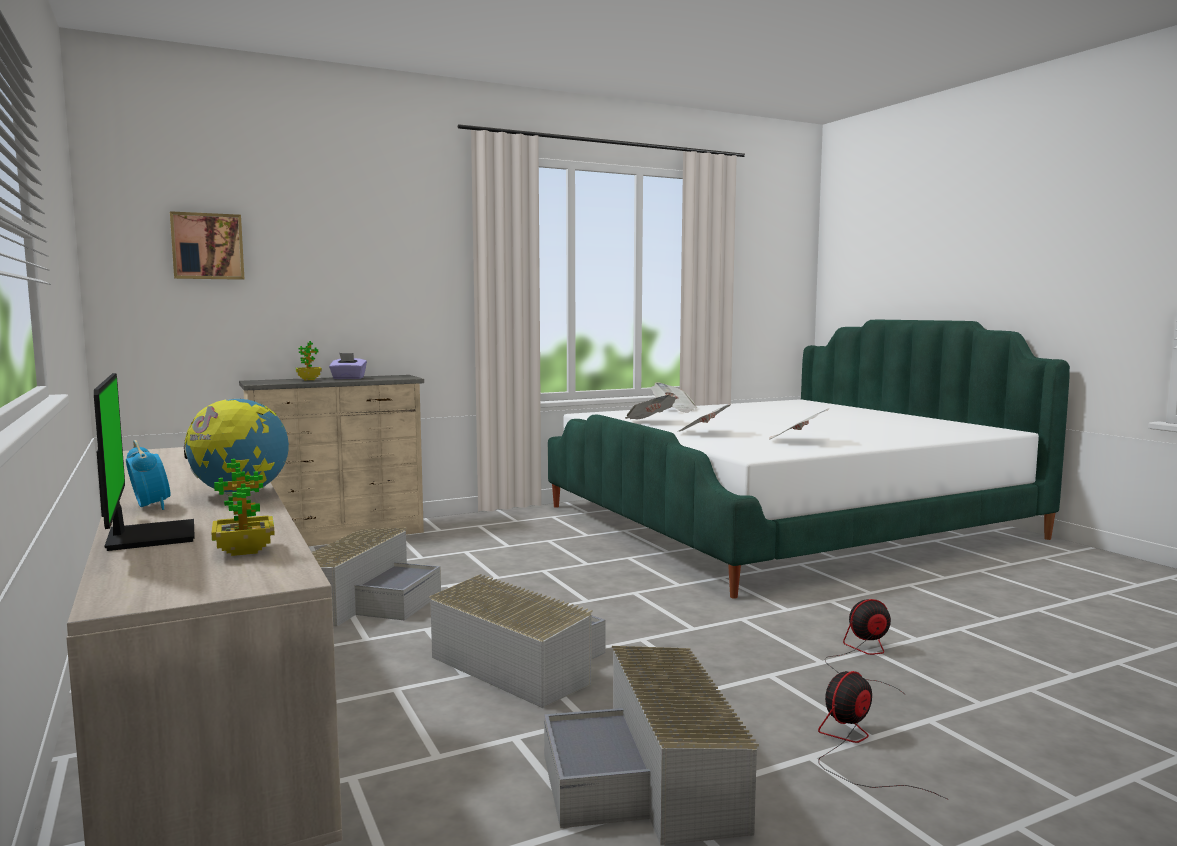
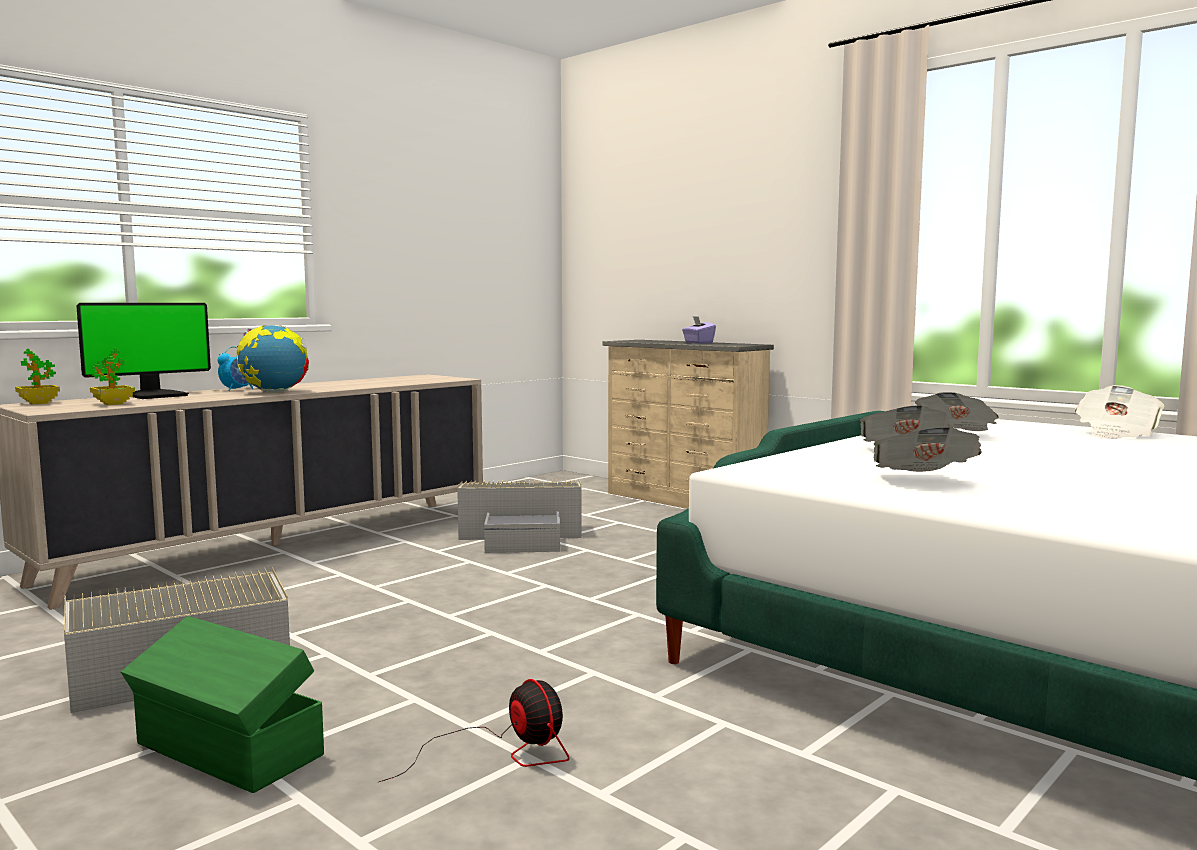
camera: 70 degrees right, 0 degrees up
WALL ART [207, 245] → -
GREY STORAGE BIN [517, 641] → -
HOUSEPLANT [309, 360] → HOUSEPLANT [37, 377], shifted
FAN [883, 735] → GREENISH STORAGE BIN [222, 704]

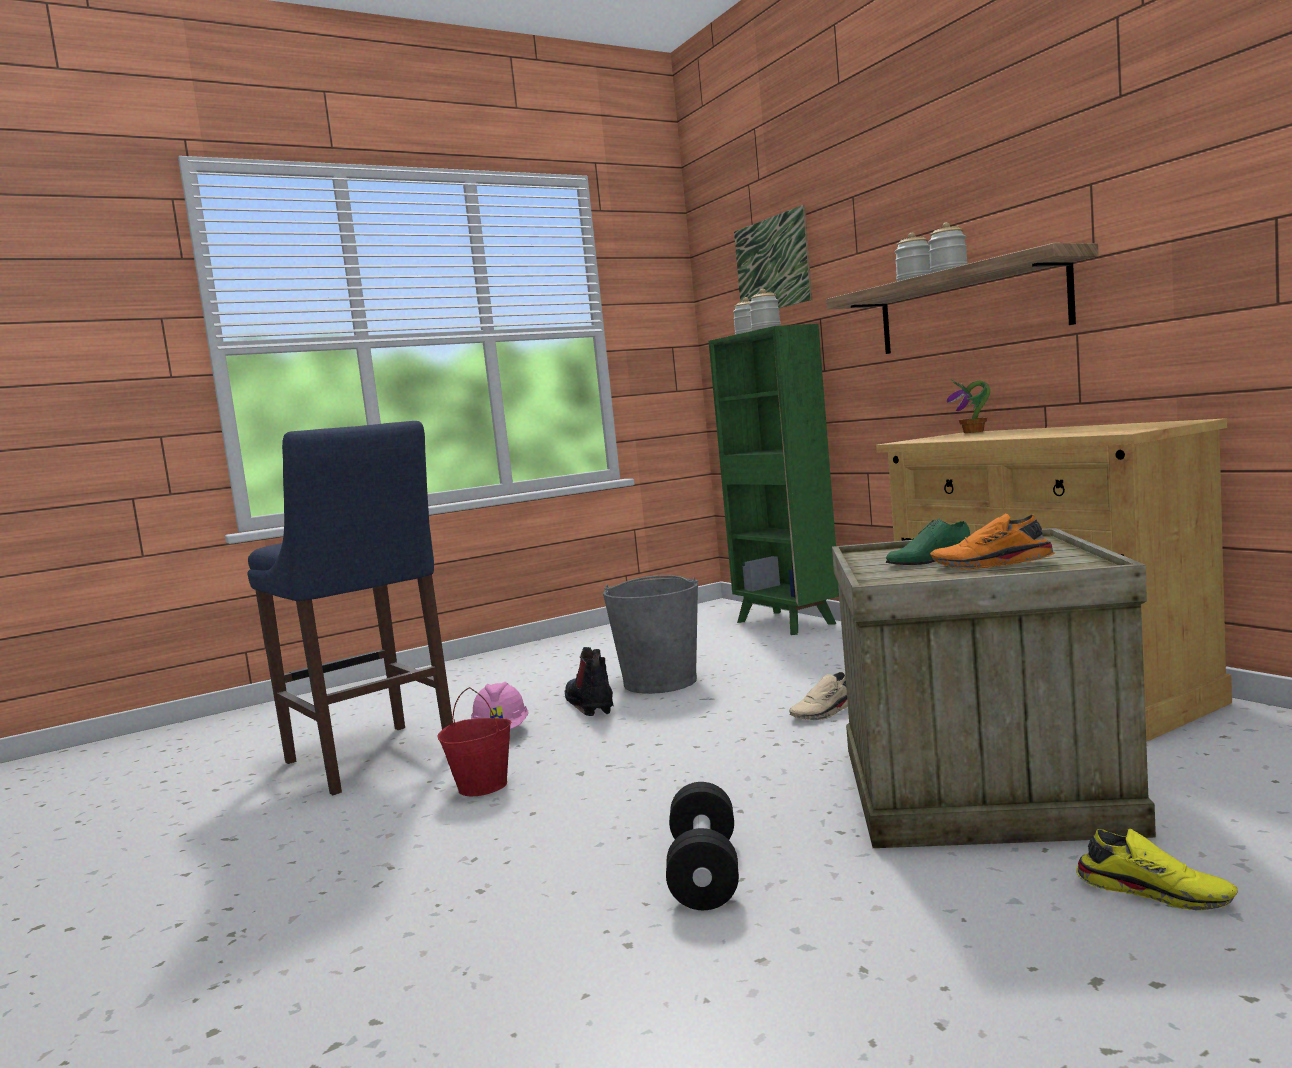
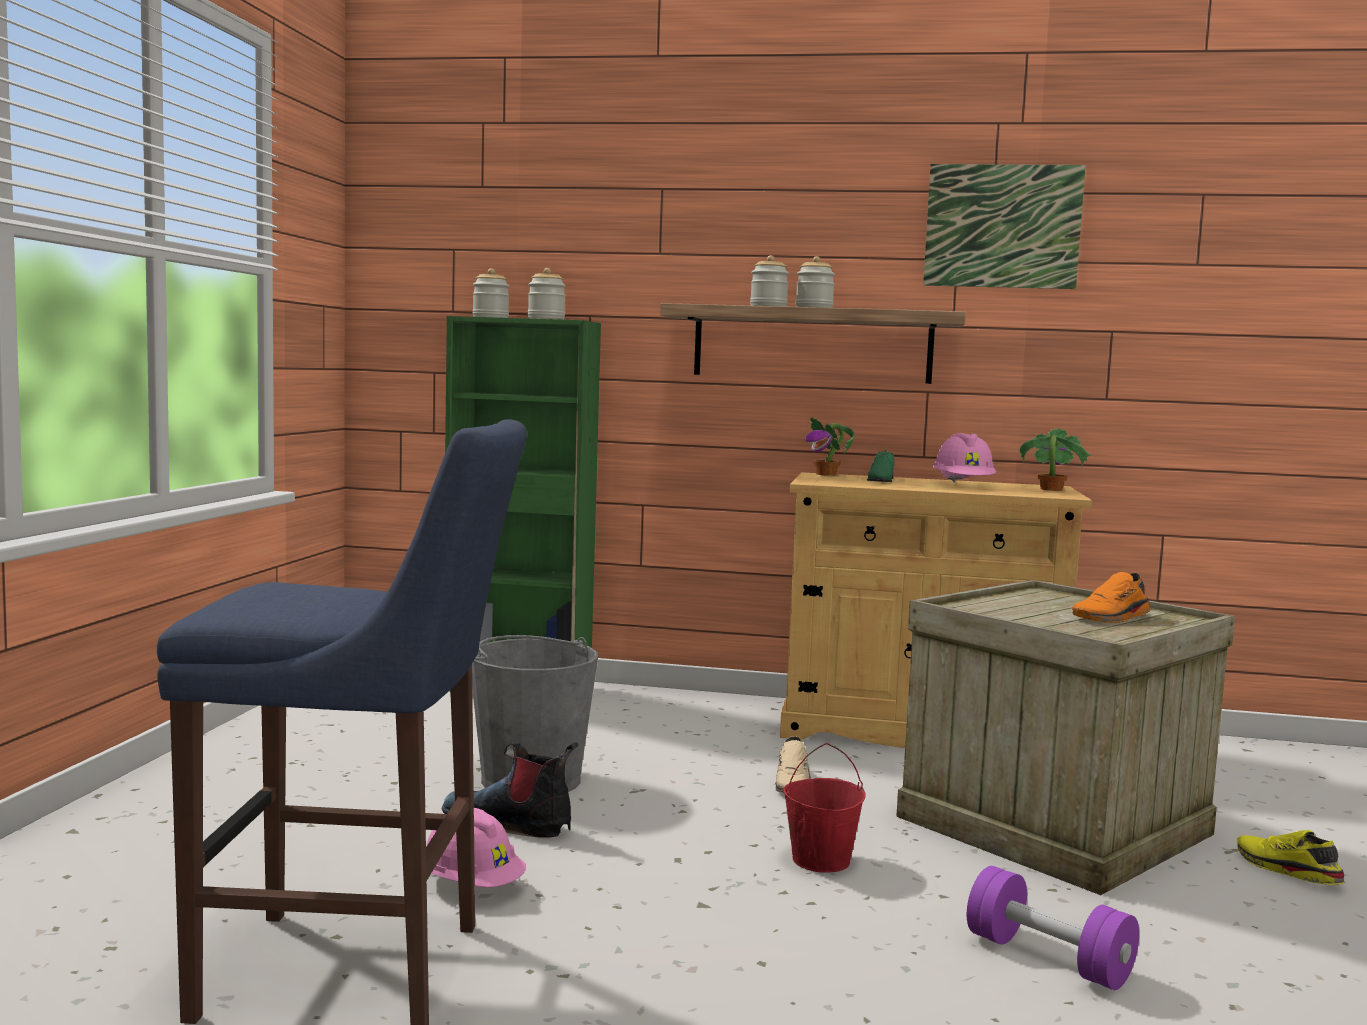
camera: 50 degrees left, 0 degrees up
- → PINKISH HARD HAT [964, 458]
- → HOUSEPLANT [1055, 459]
REDDISH BUCKET [475, 741] → REDDISH BUCKET [824, 808], shifted
WALL ART [773, 256] → WALL ART [1004, 226], shifted
GREENISH ITEM OF FOOTWEAR [928, 542] → GREENISH ITEM OF FOOTWEAR [881, 466], shifted
BLACK DUMBBELL [702, 846] → PURPLE DUMBBELL [1053, 928]
YELLOW ITEM OF FOOTWEAR [1157, 870] → YELLOW ITEM OF FOOTWEAR [1291, 857], 105 degrees counterclockwise

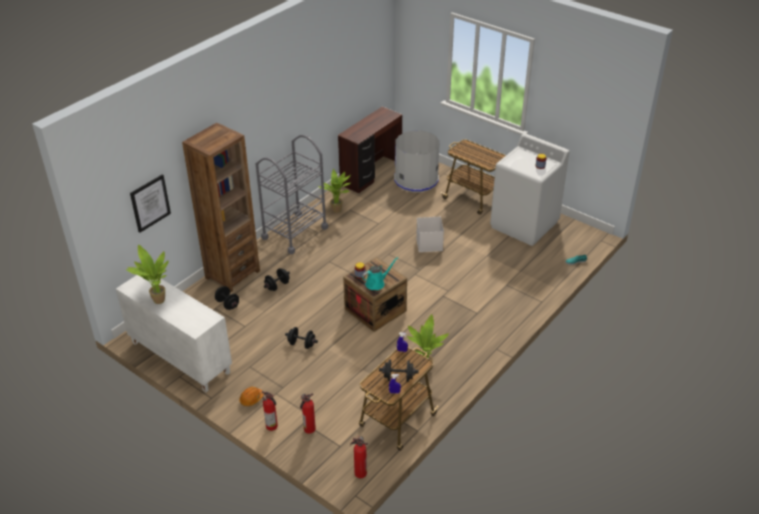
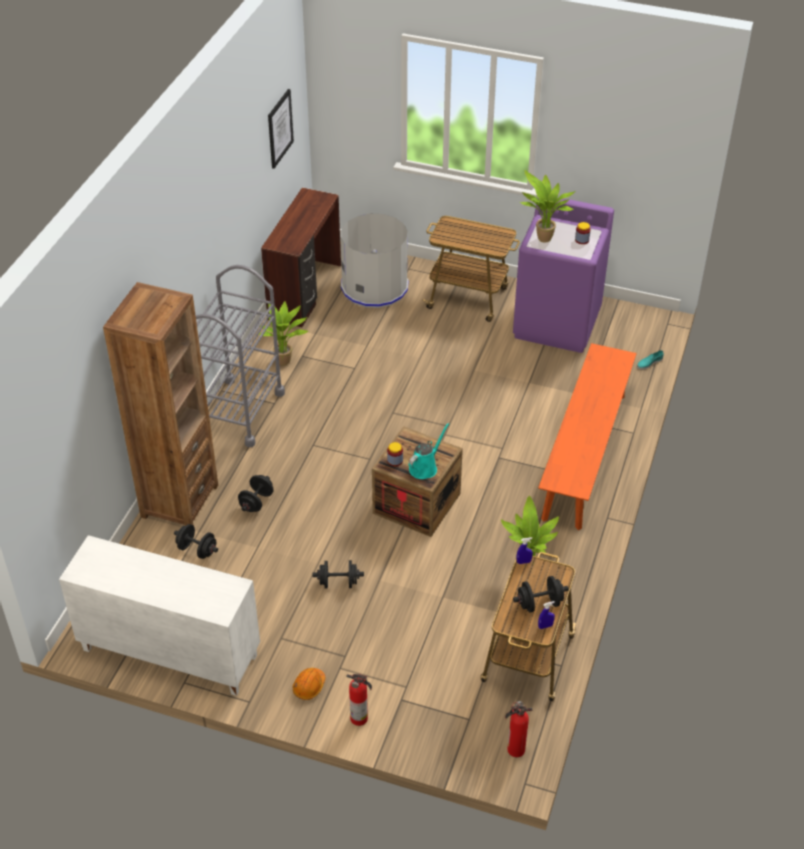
camera: 20 degrees left, 5 degrees up
FIRE EXTINGUISHER [308, 413] → -
WHITE STORAGE BIN [430, 234] → -
- → ORANGE-COLOURED INDOOR BENCH [587, 436]
HOUSEPLANT [147, 274] → HOUSEPLANT [547, 206], shifted
WALL ART [150, 203] → WALL ART [281, 129], shifted
WHITE LAUNDRY MACHINE [530, 189] → PURPLE LAUNDRY MACHINE [563, 275]

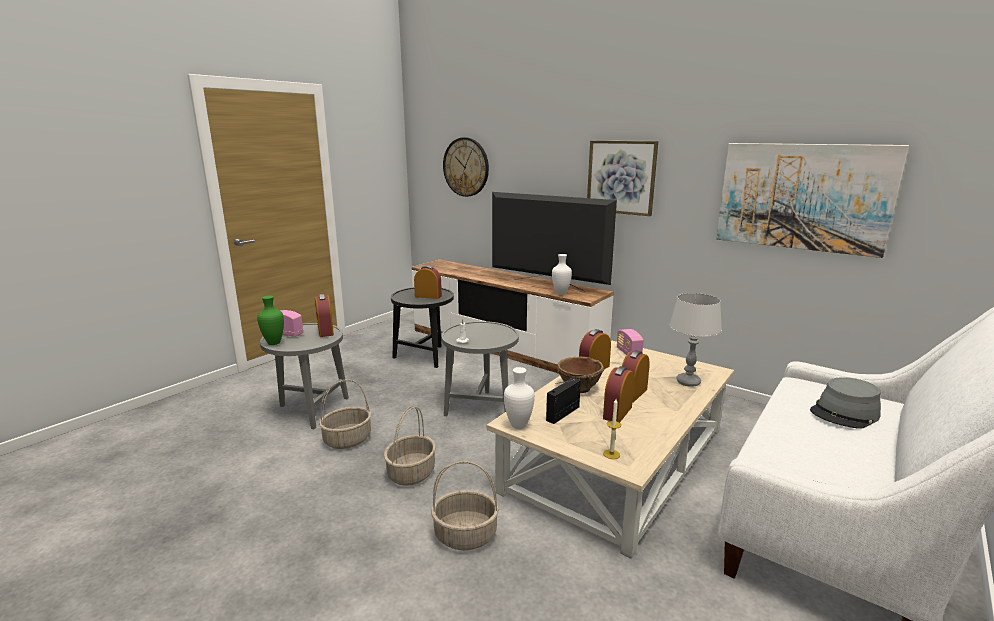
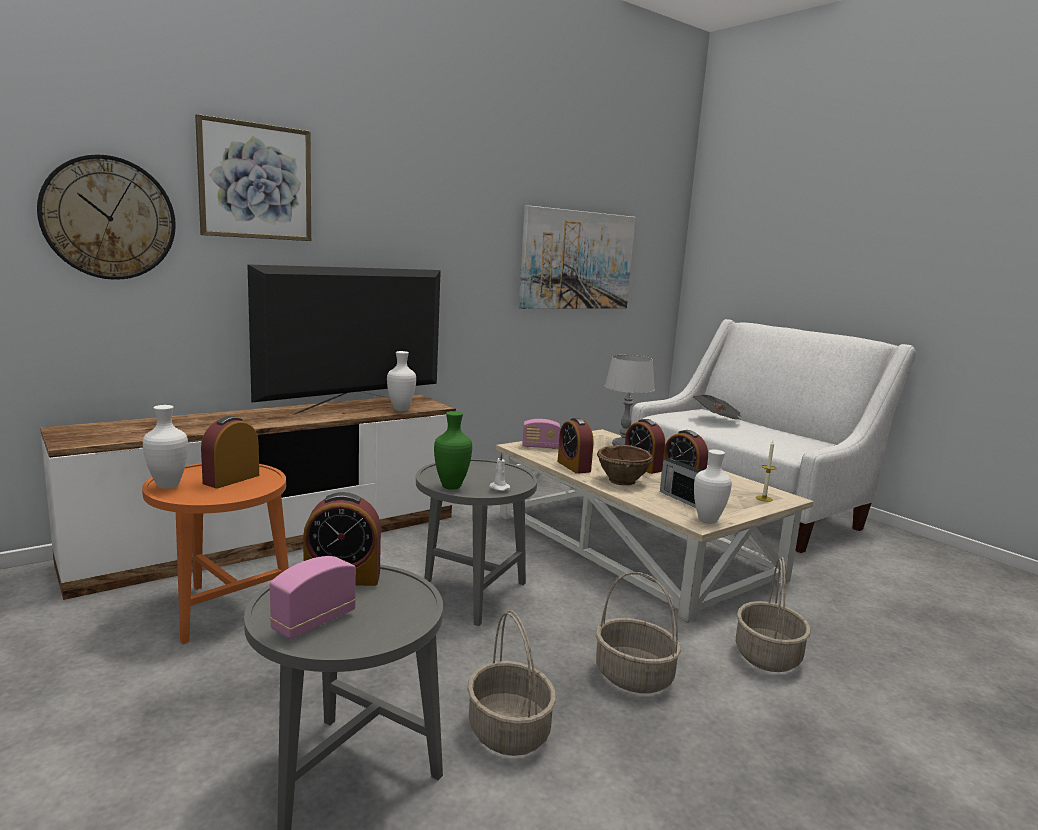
camera: 75 degrees left, 5 degrees down
- → WHITE DECORATIVE VASE [165, 447]
GREENISH DECORATIVE VASE [270, 320] → GREENISH DECORATIVE VASE [453, 450], shifted
WALL ART [622, 178] → WALL ART [253, 177], shifted
GREY WEARABLE HAT [845, 403] → PRINTED PAPER [717, 407]
BLACK END TABLE [422, 327] → ORANGE-COLOURED END TABLE [215, 553]

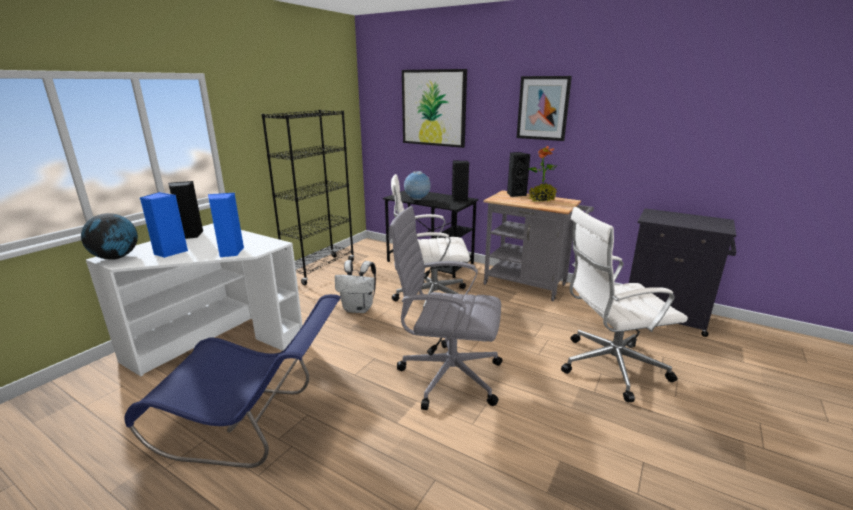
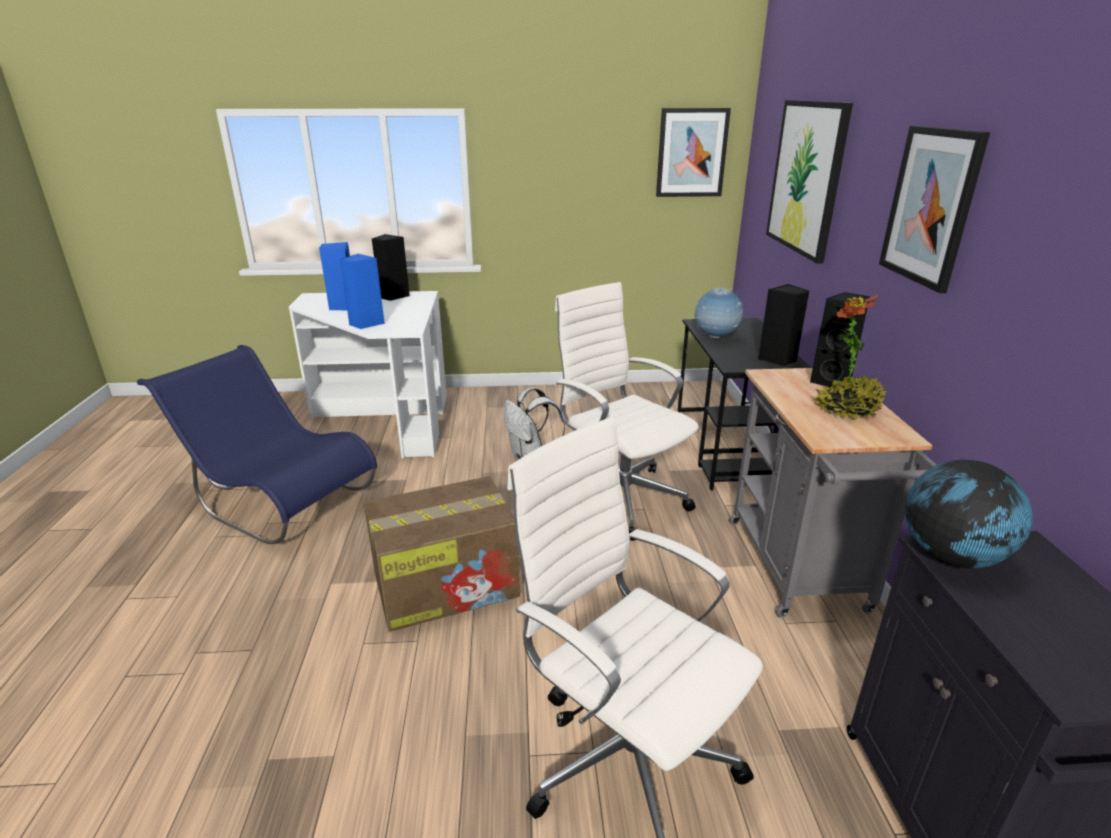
camera: 55 degrees right, 5 degrees up
BLACK BOOKSHELF [308, 197] → -
- → WALL ART [693, 152]
DESK GLOBE [109, 236] → DESK GLOBE [968, 514], shifted
GREY COMPUTER CHAIR [445, 308] → PACKING BOX [442, 554]
BLUE CHAIR [232, 381] → BLUE CHAIR [257, 444], 150 degrees clockwise

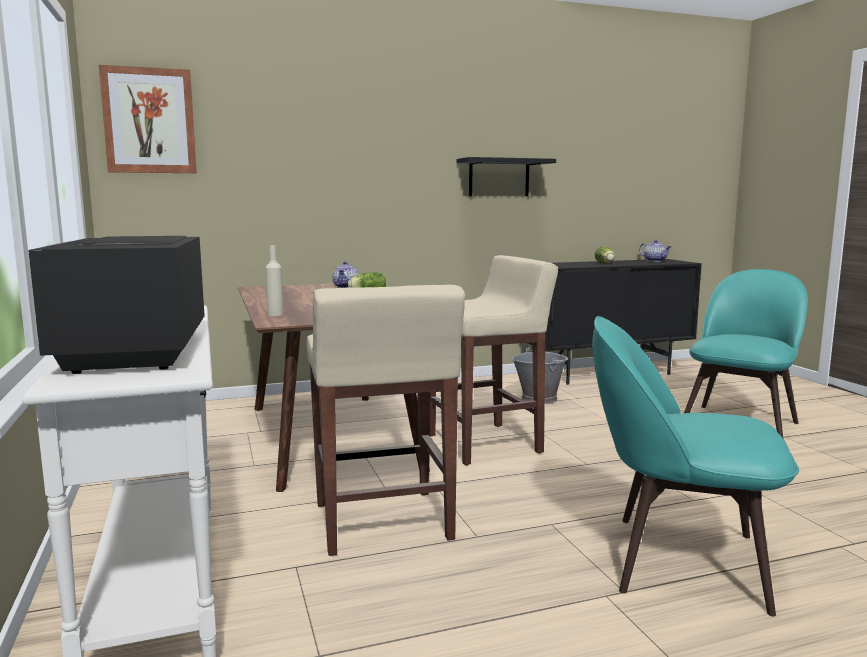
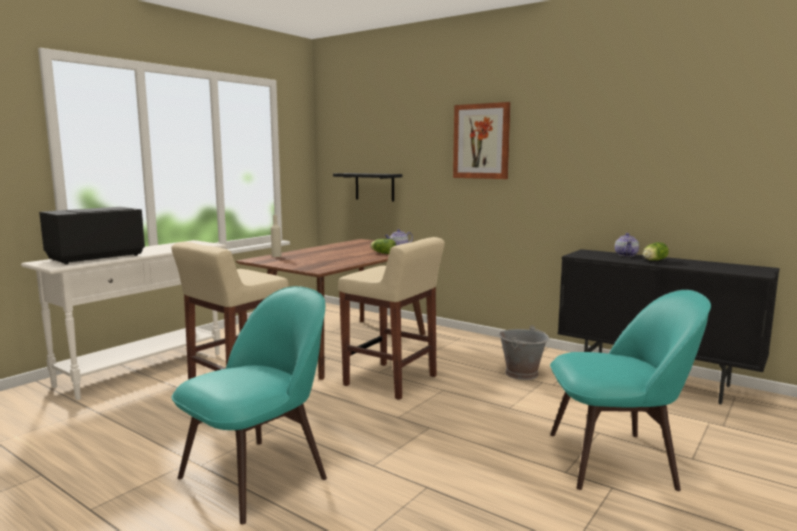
camera: 55 degrees right, 0 degrees up
WALL ART [148, 119] → WALL ART [482, 140], shifted
BLACK WALL SHELF [506, 176] → BLACK WALL SHELF [367, 187], shifted
TEA POT [655, 251] → TEA POT [627, 244], shifted
TURQUOISE-COLOURED CHAIR [695, 466] → TURQUOISE-COLOURED CHAIR [249, 405], 60 degrees clockwise

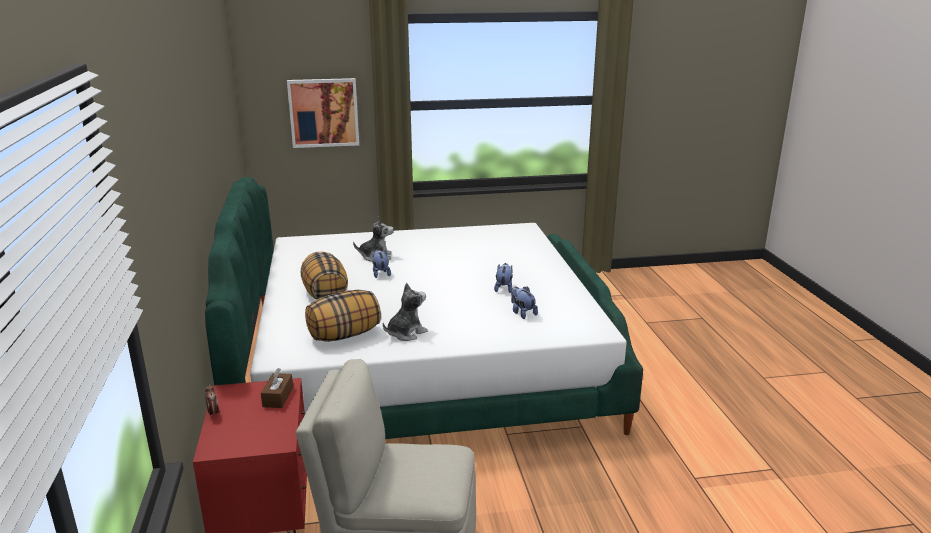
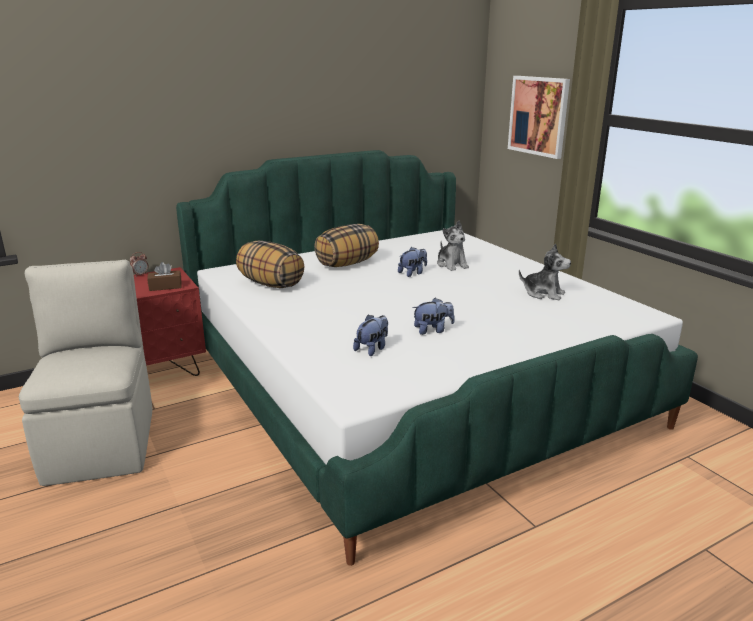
camera: 70 degrees right, 0 degrees up
SOFT TOY [405, 312] → SOFT TOY [545, 271], shifted

